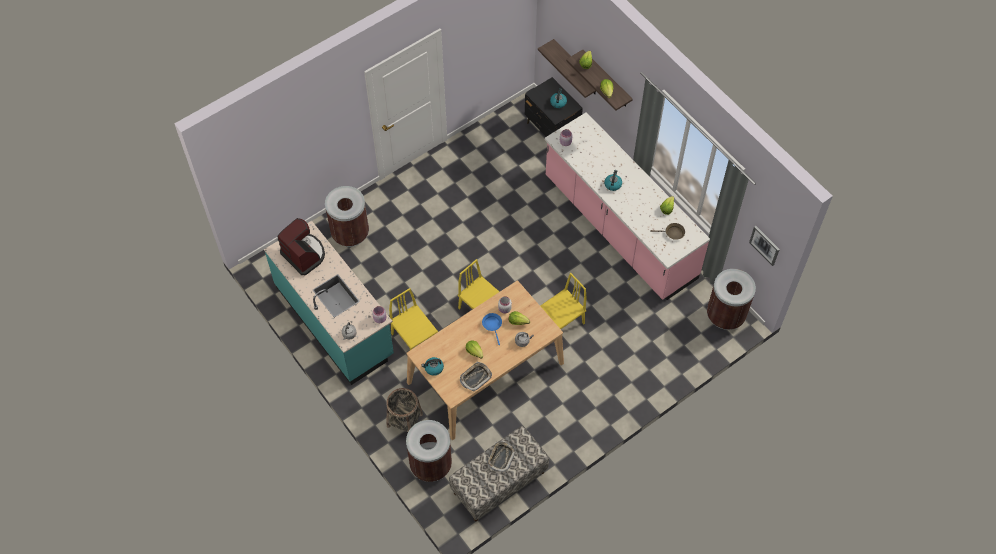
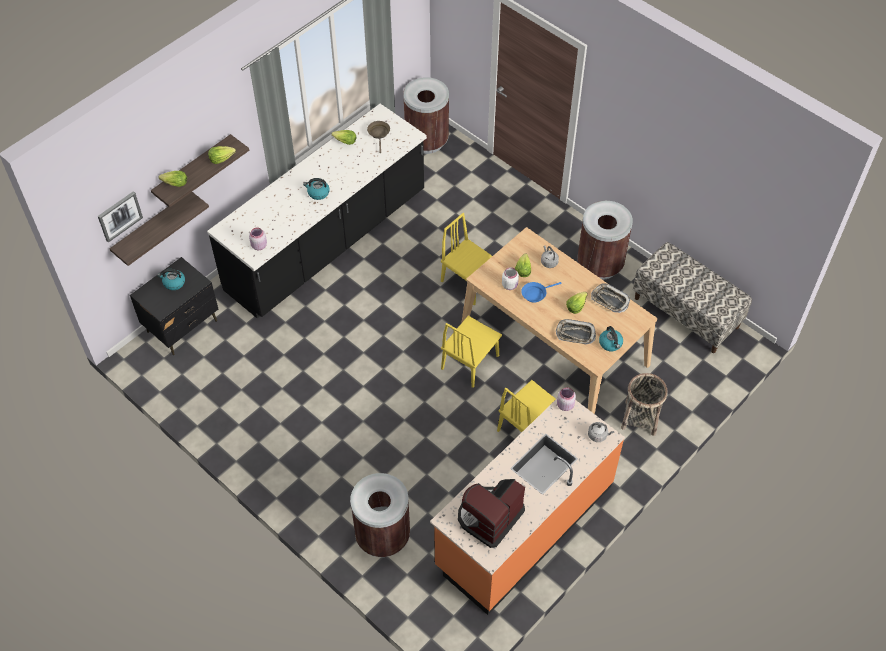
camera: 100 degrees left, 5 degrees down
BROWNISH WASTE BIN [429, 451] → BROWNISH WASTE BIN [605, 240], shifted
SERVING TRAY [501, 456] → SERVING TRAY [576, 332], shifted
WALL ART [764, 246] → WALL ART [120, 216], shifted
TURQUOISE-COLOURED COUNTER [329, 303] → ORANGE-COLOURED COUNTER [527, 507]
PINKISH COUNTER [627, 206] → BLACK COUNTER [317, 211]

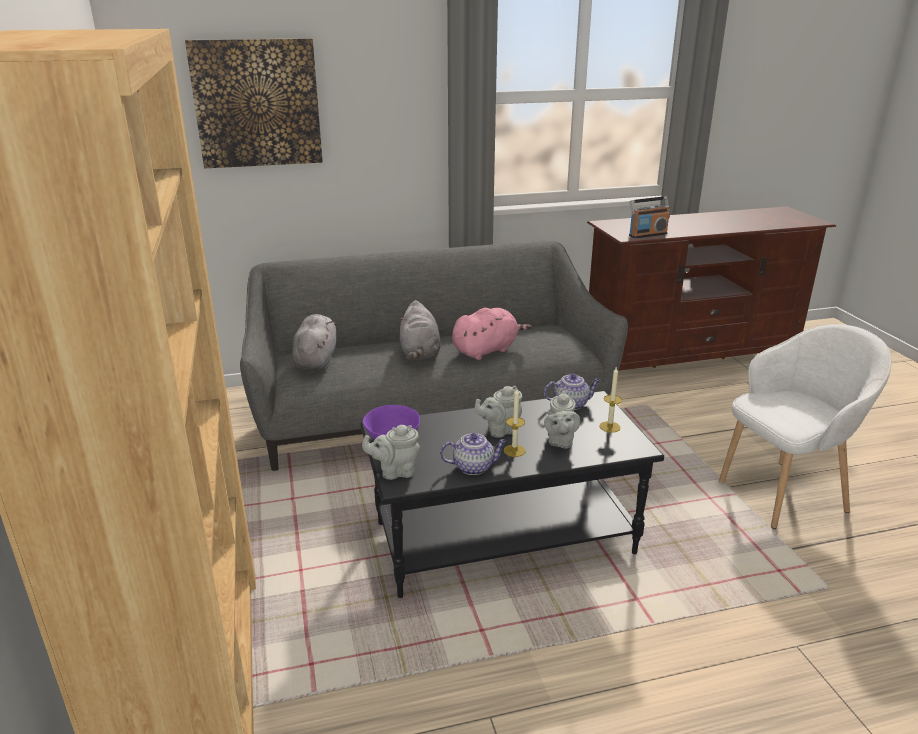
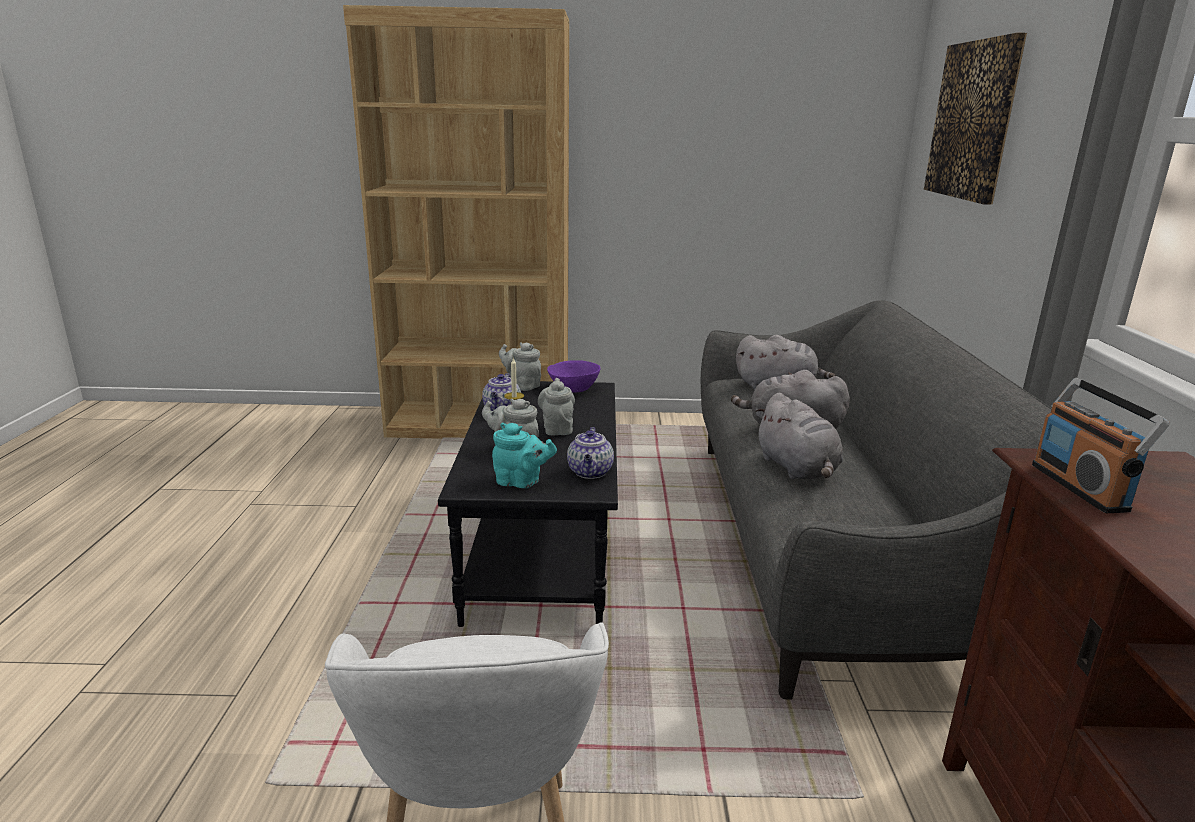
camera: 105 degrees right, 5 degrees down
WAX LIGHT [610, 399] → TURQUOISE-COLOURED TEA POT [524, 455]
PINKISH SOFT TOY [492, 334] → GREY SOFT TOY [799, 436]
GREY TEA POT [391, 452] → GREY TEA POT [520, 366], 60 degrees counterclockwise

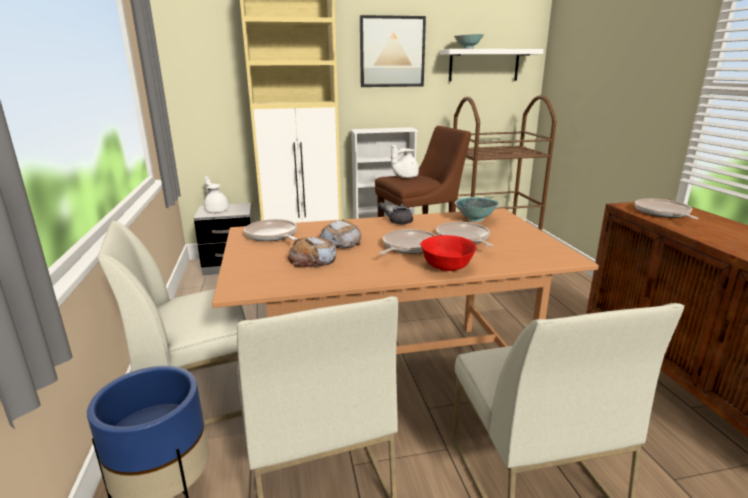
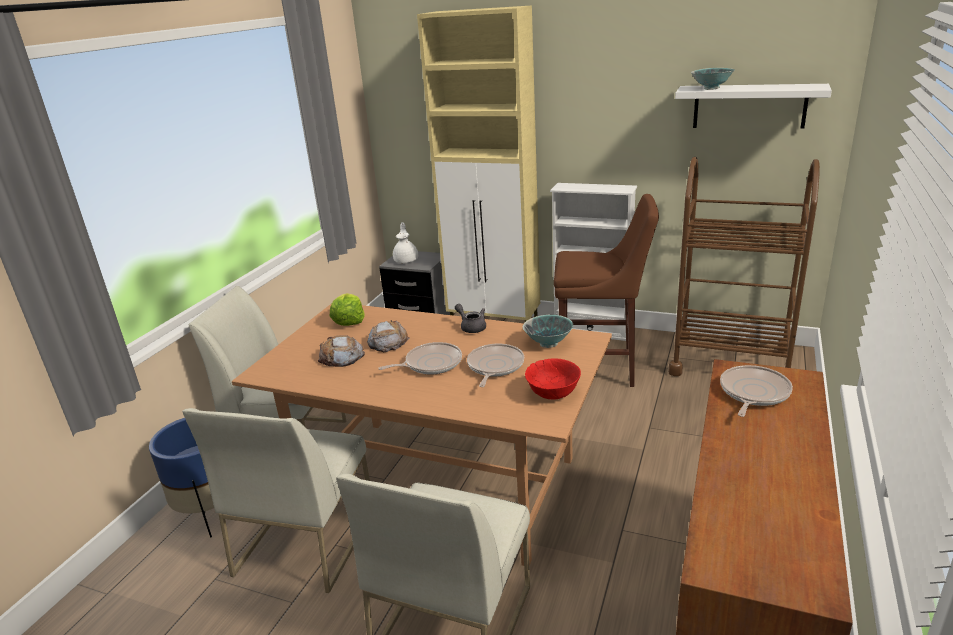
camera: 35 degrees right, 5 degrees up
WALL ART [393, 51] → -
WHITE TEA POT [405, 161] → -
REDDISH BOWL [448, 253] → REDDISH BOWL [553, 379], shifted
PAN [270, 230] → LETTUCE HEAD [347, 309]

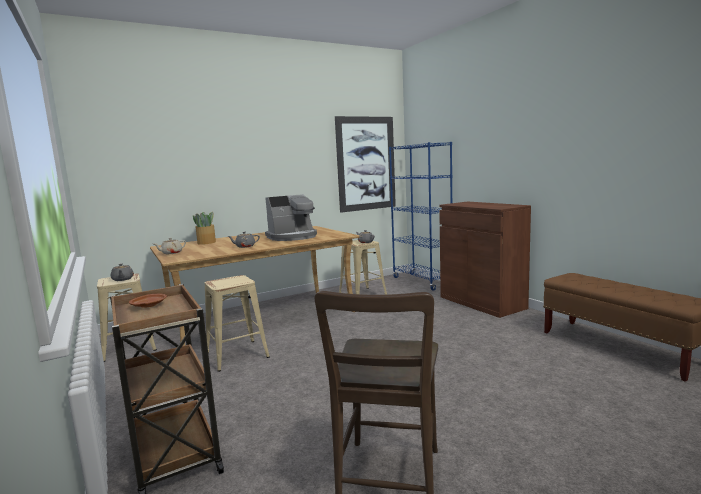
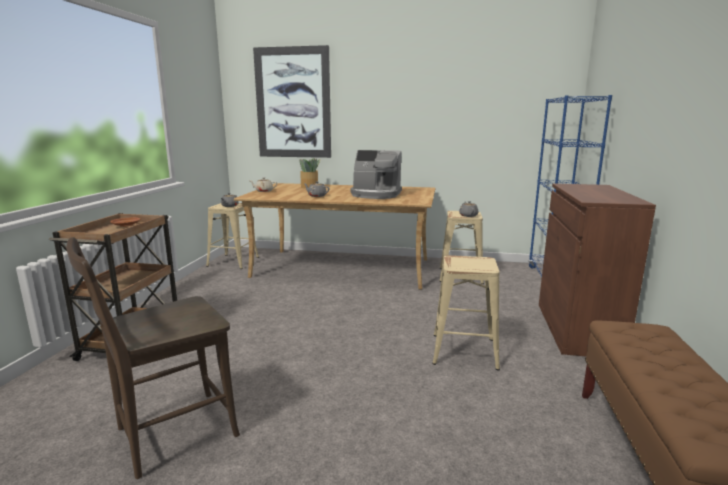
camera: 40 degrees right, 5 degrees up
BEIGE SITTING STOOL [237, 323] → BEIGE SITTING STOOL [466, 312], shifted
WALL ART [365, 164] → WALL ART [292, 101], shifted

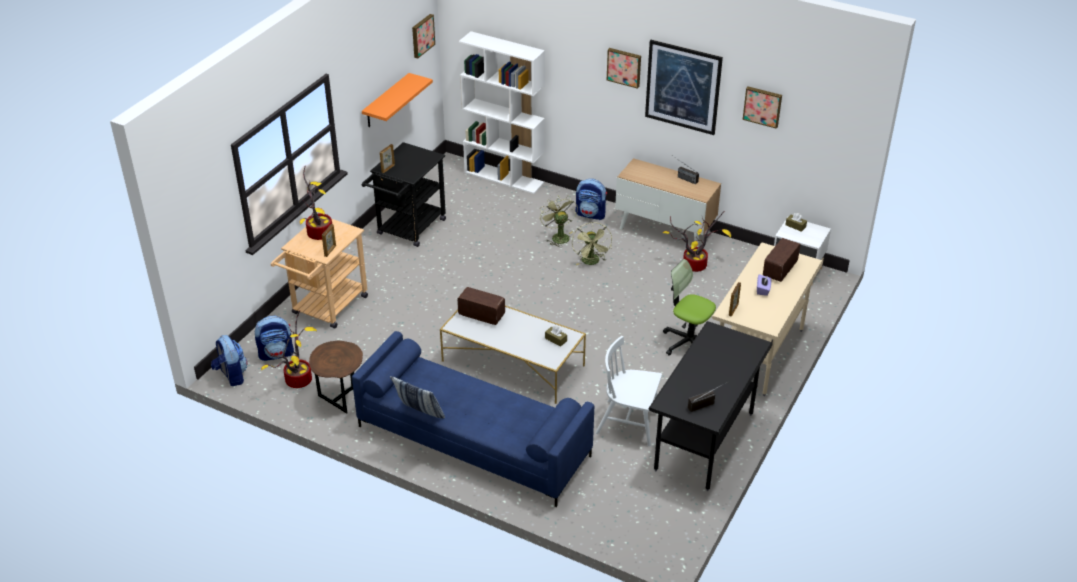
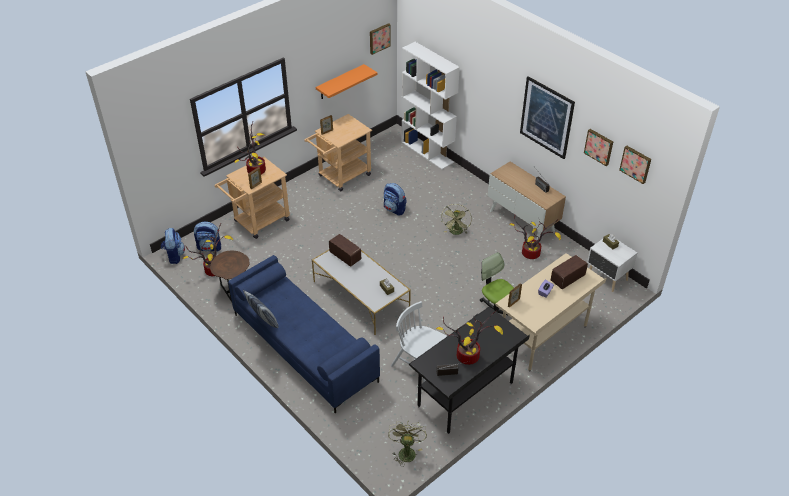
camera: 20 degrees right, 5 degrees up
- → HOUSEPLANT [469, 337]
GREENISH FAN [558, 221] → GREENISH FAN [407, 443], shifted
BACKPACK [591, 199] → BACKPACK [395, 199], shifted
WALL ART [624, 68] → WALL ART [635, 165], shifted
BLACK CART [404, 194] → BEIGE CART [338, 152]

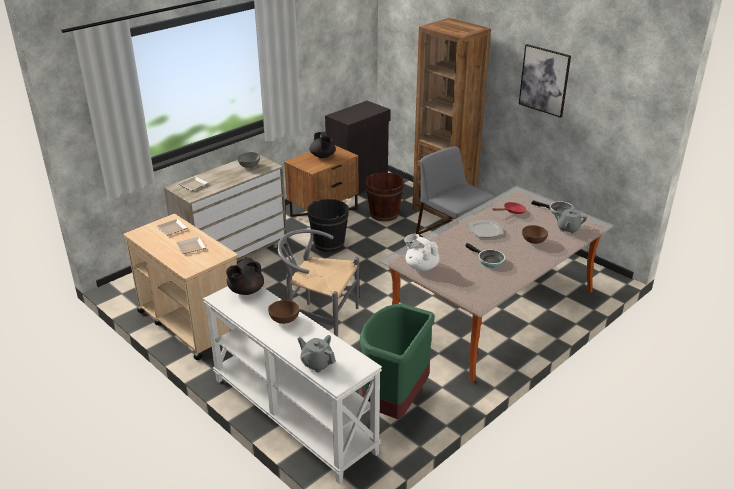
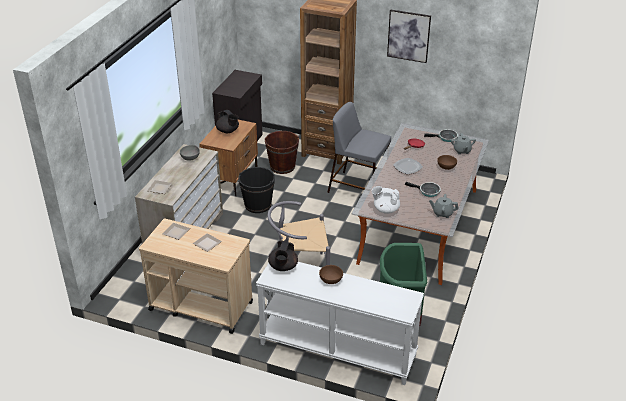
camera: 25 degrees left, 5 degrees up
GREY TEA POT [317, 353] → GREY TEA POT [443, 206], shifted

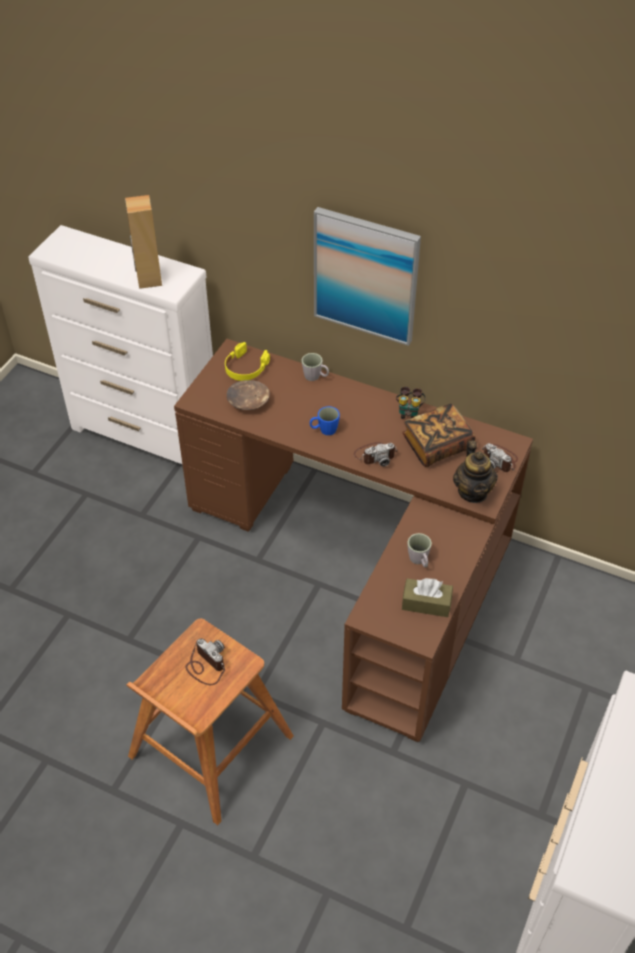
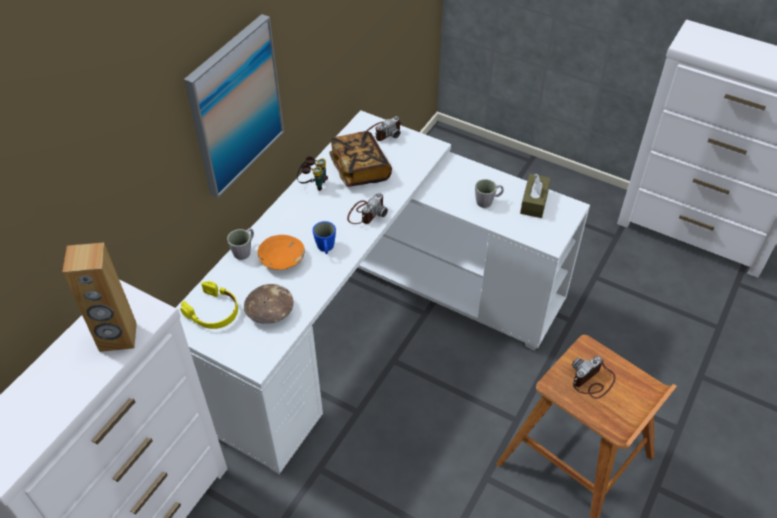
camera: 85 degrees left, 0 degrees up
TEA POT [475, 471] → -
- → ORANGE-COLOURED BOWL [281, 252]
BROWNISH DESK [353, 540] → WHITE DESK [383, 292]
PHOTO CAMERA [376, 454] → PHOTO CAMERA [367, 208], 45 degrees clockwise

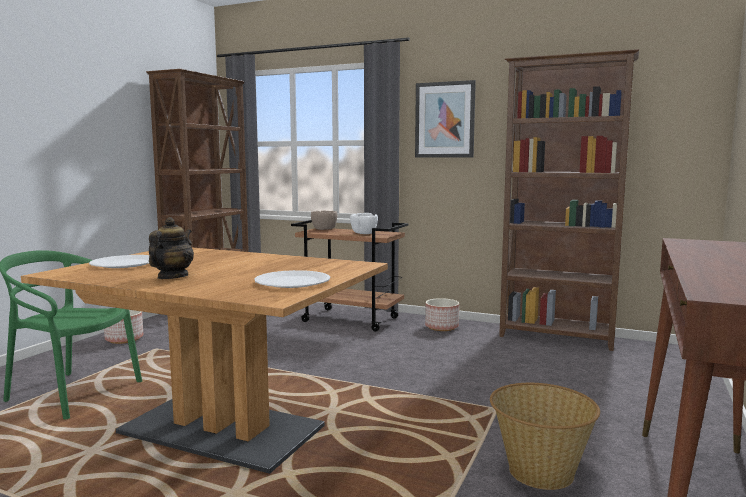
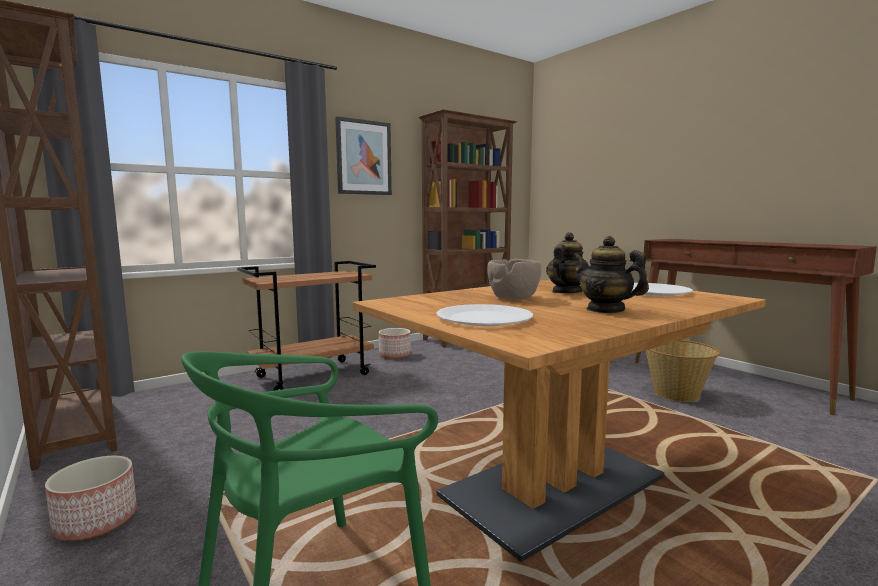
camera: 60 degrees left, 0 degrees up
WHITE BOWL [364, 223] → -
- → TEA POT [568, 262]
BROWNISH BOWL [324, 220] → BROWNISH BOWL [514, 279], shifted

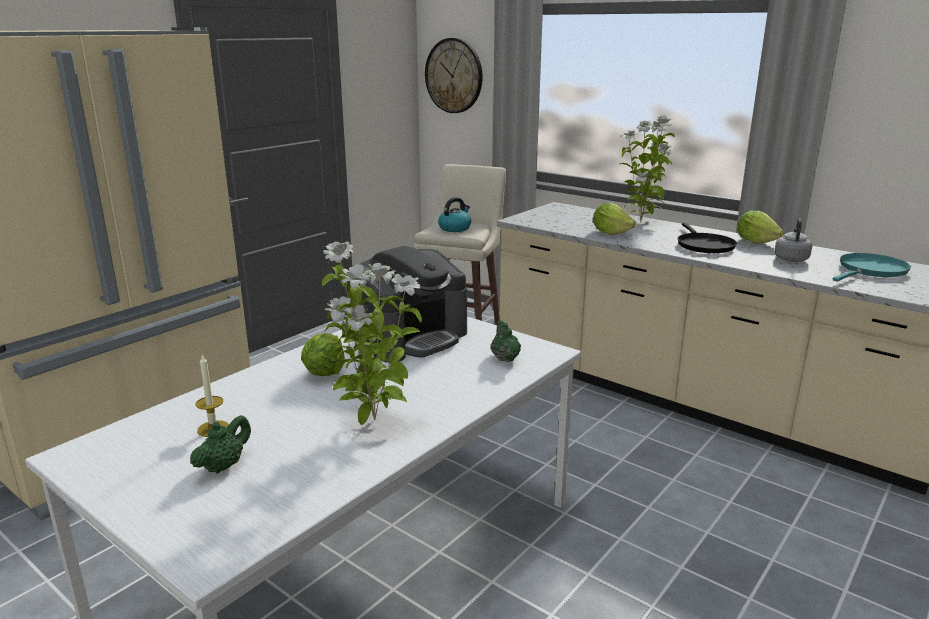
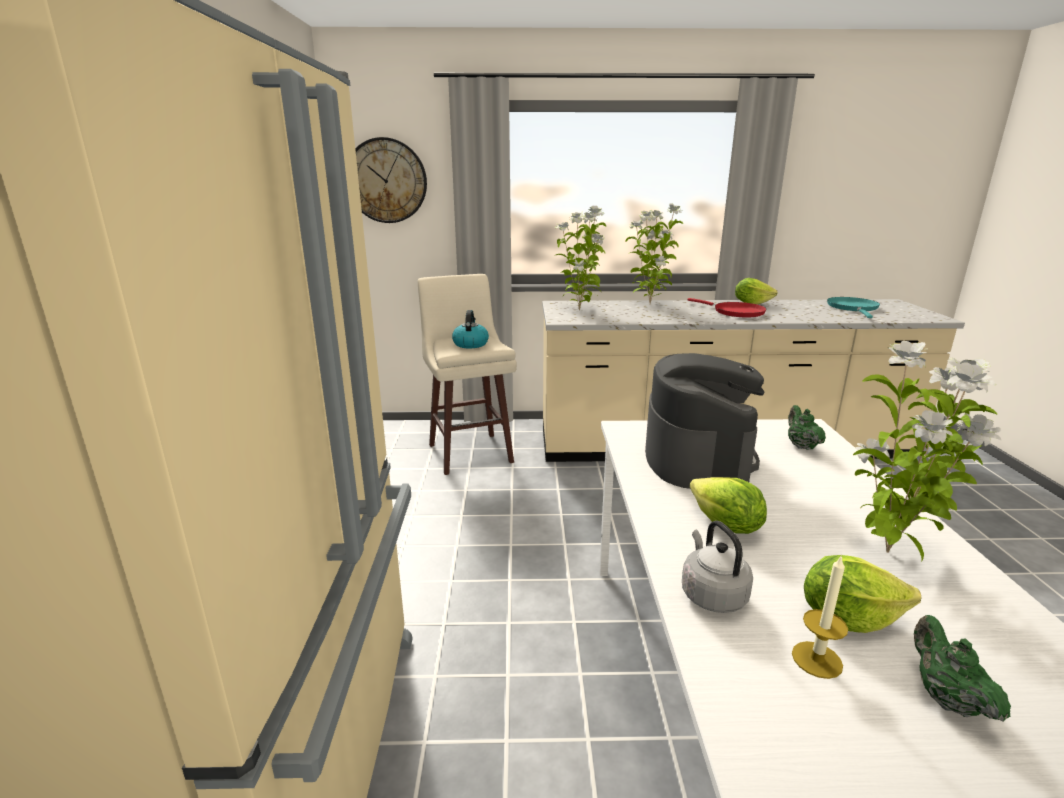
camera: 40 degrees left, 0 degrees up
- → HOUSEPLANT [580, 258]
LETTUCE HEAD [614, 219] → LETTUCE HEAD [862, 594], shifted
GREY TEA KETTLE [793, 240] → GREY TEA KETTLE [717, 567], shifted
BLACK PAN [707, 238] → REDDISH PAN [727, 307]
GREENISH TEA POT [506, 341] → GREENISH TEA POT [807, 427], 45 degrees clockwise

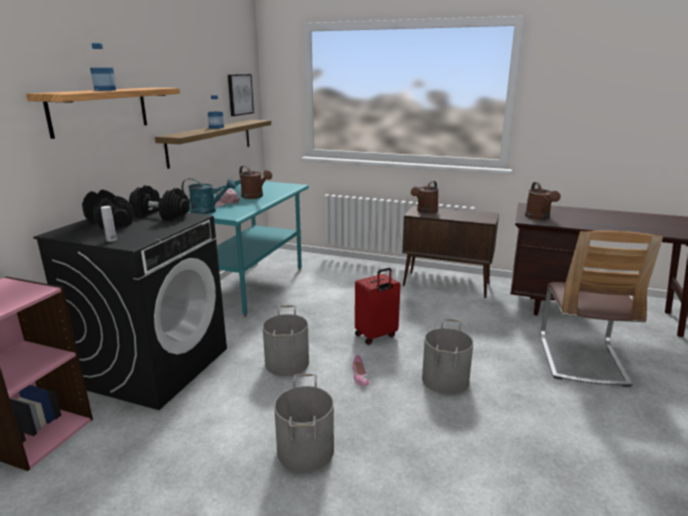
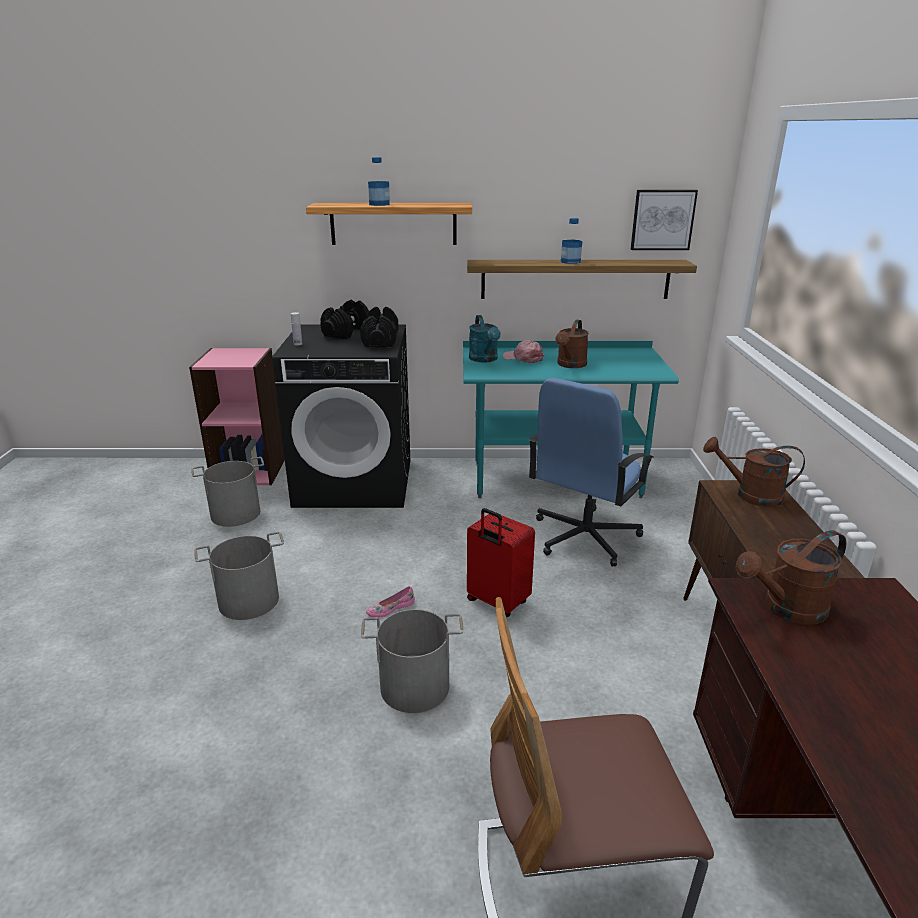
camera: 70 degrees right, 5 degrees up
- → BLUE COMPUTER CHAIR [591, 472]
GREY BUCKET [286, 340] → GREY BUCKET [227, 492], shifted

